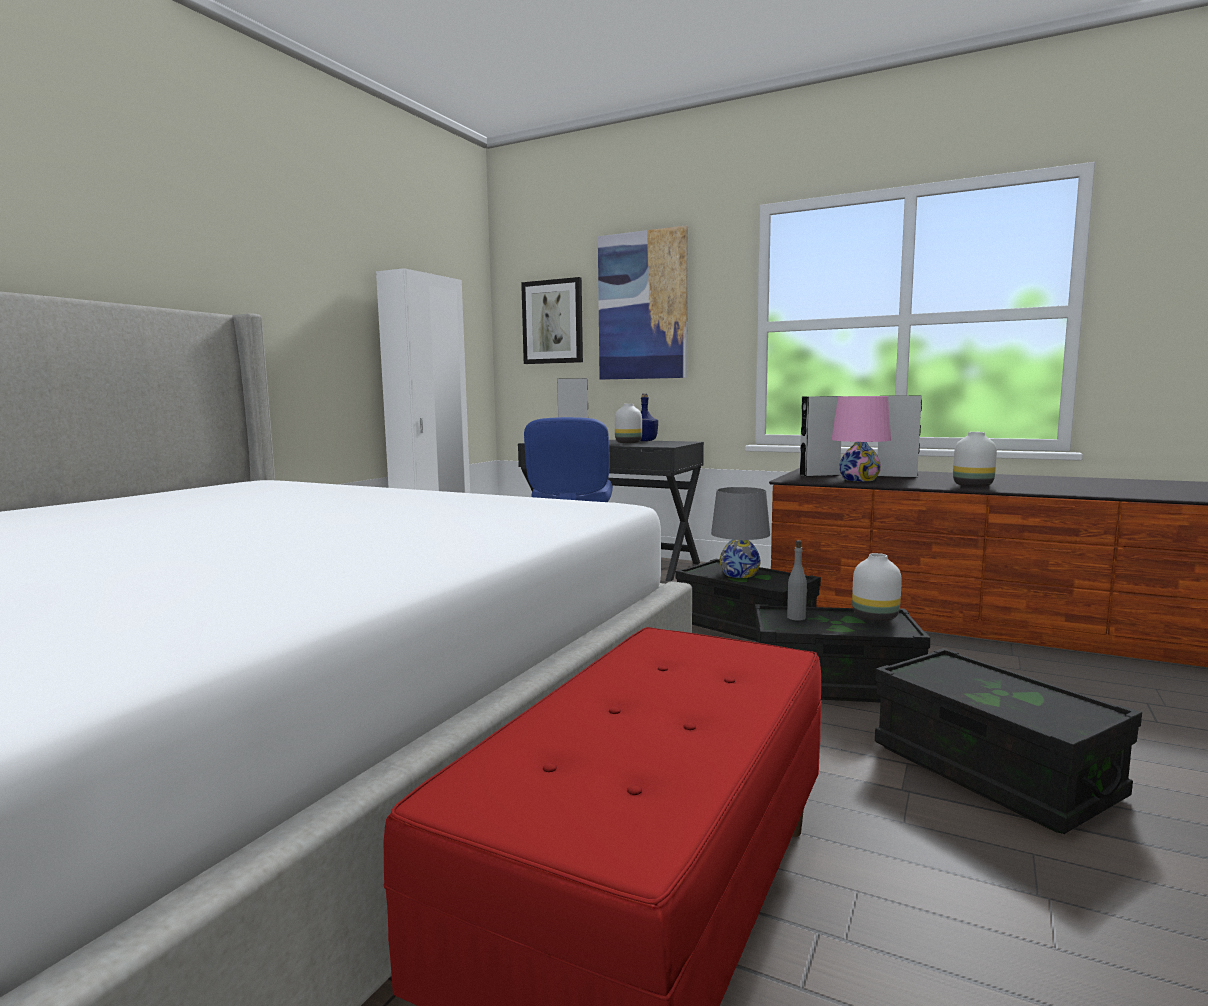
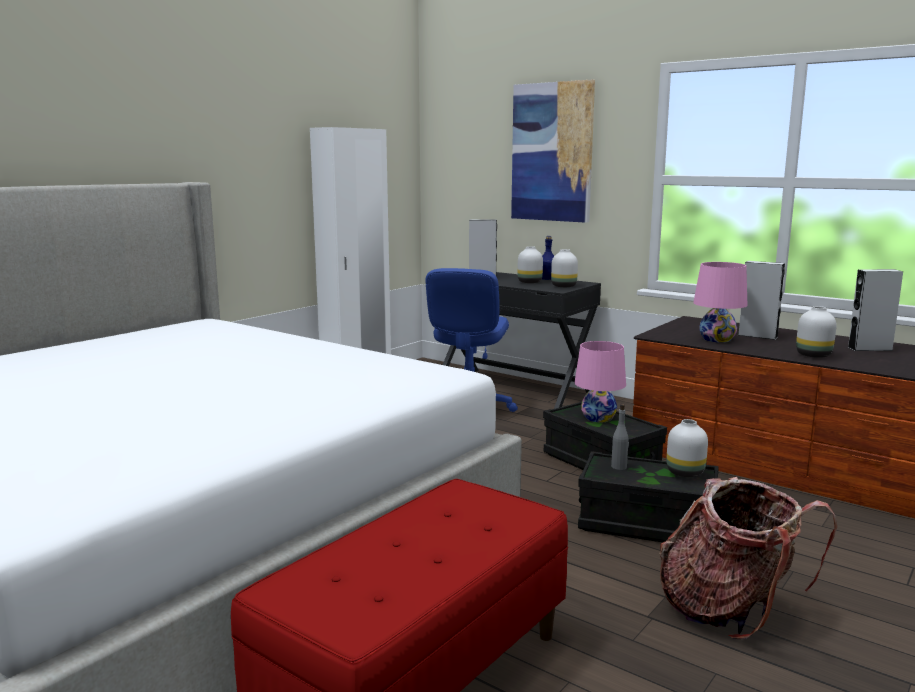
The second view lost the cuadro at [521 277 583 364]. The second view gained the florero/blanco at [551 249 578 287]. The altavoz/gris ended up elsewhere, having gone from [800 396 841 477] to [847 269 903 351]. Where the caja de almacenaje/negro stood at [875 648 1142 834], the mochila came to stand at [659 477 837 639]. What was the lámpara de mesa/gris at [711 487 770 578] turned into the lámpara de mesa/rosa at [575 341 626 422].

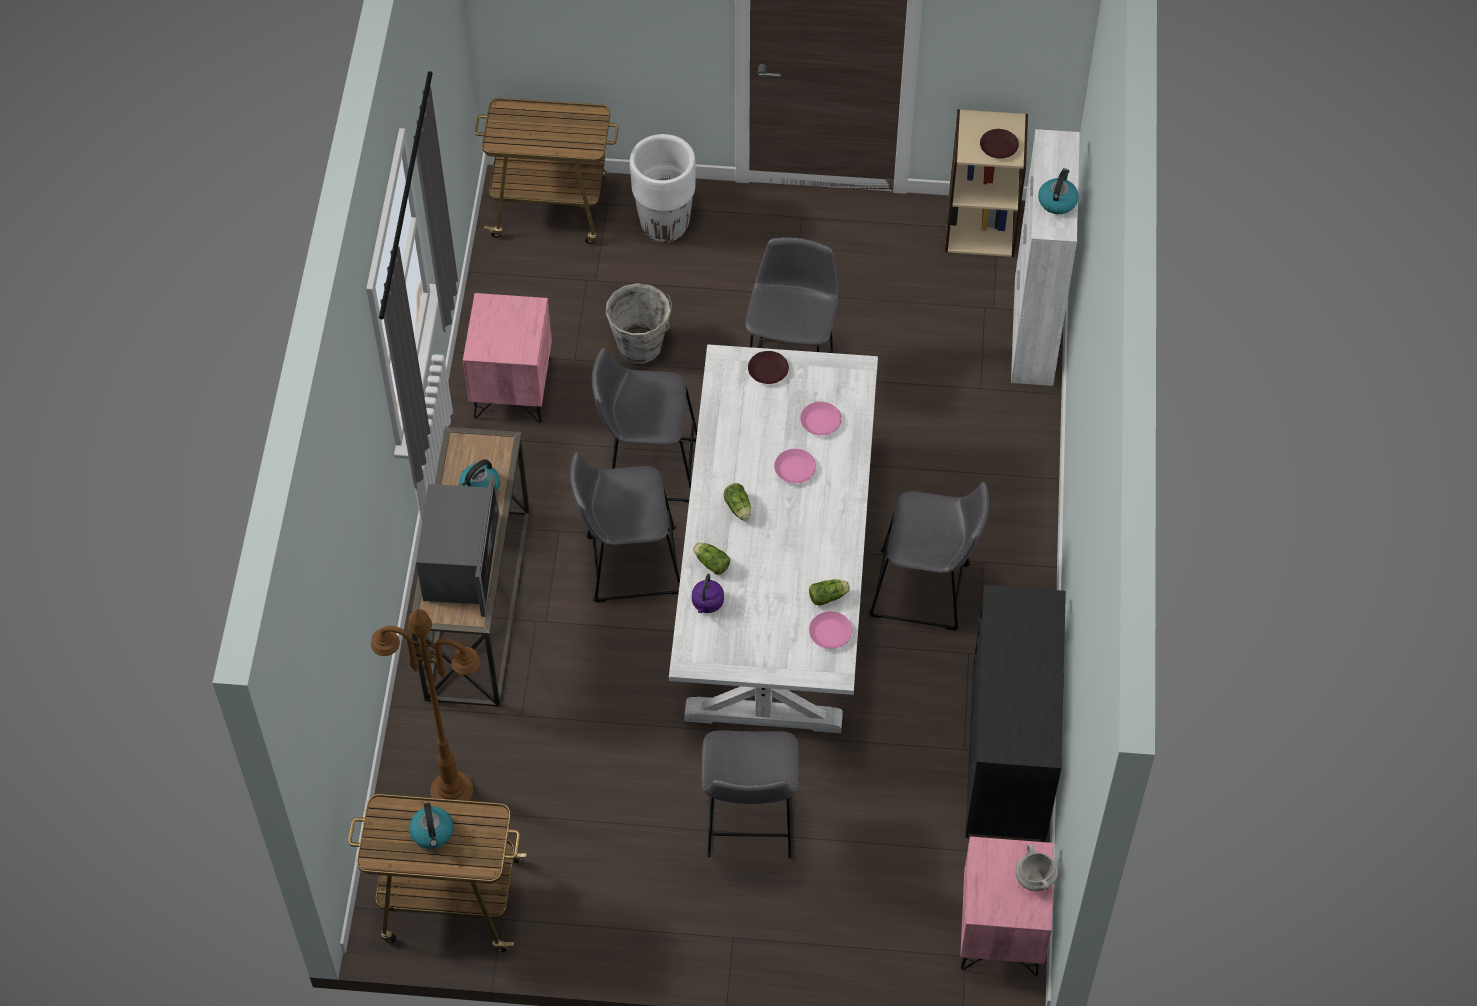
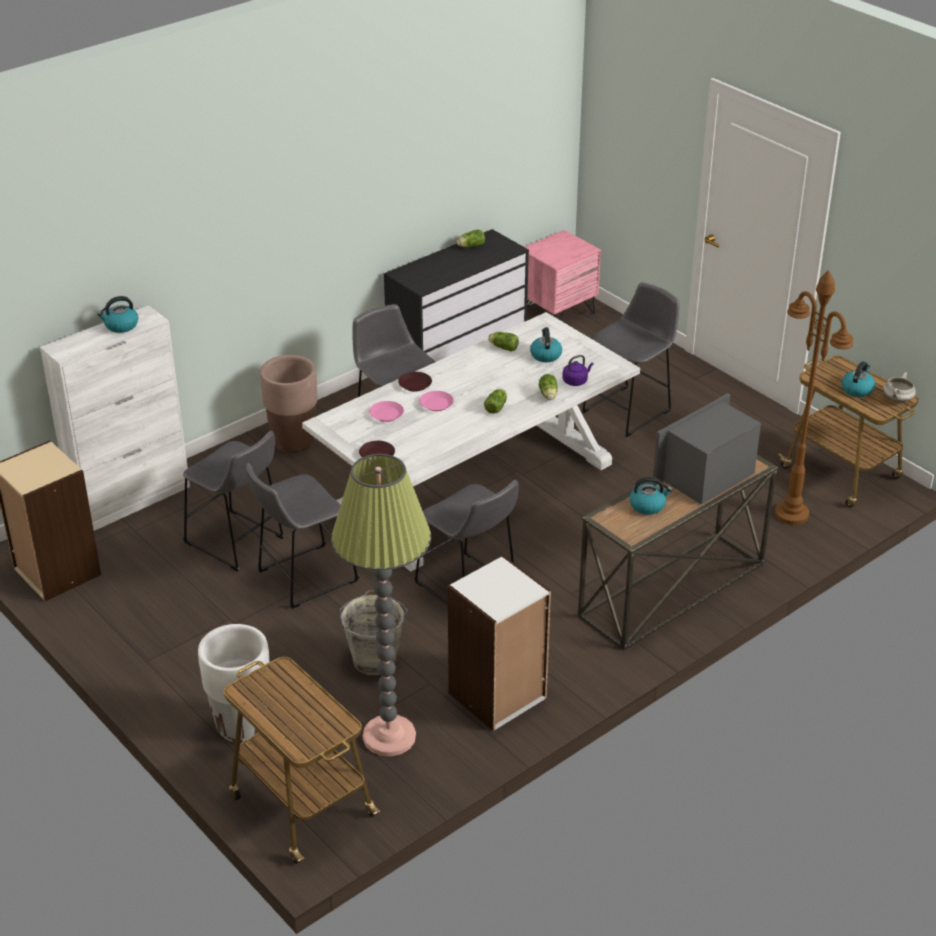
The second view lost the plato/rosa at [809 611 853 649]. The second view gained the maceta/marrón at [260 355 317 453]. The second view gained the lámpara de pie at [331 454 431 756]. The second view gained the lechuga at [457 230 485 247]. The second view gained the hervidor at [530 327 562 362]. The taburete/gris ended up elsewhere, having gone from [570 452 680 603] to [183 431 284 571]. The plato/marrón ended up elsewhere, having gone from [980 129 1019 159] to [398 372 432 392]. The olla/blanco ended up elsewhere, having gone from [1015 844 1058 891] to [883 372 916 403]. Where the mesita de noche/rosa stood at [463 293 552 423], the estantería/blanco came to stand at [448 555 551 731].

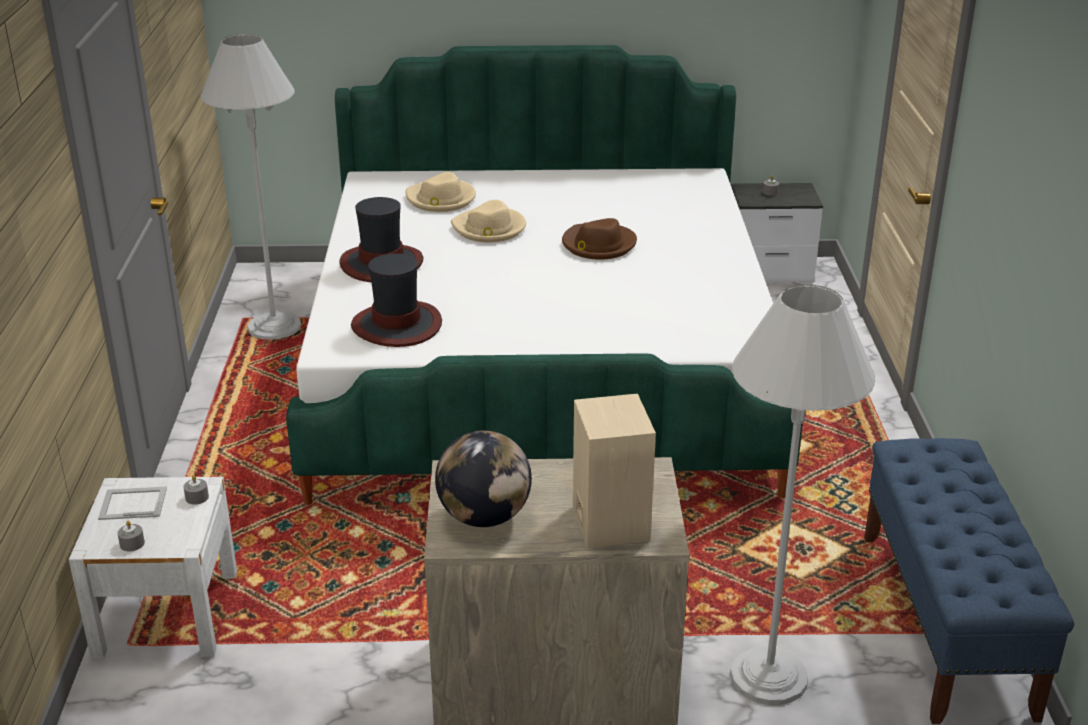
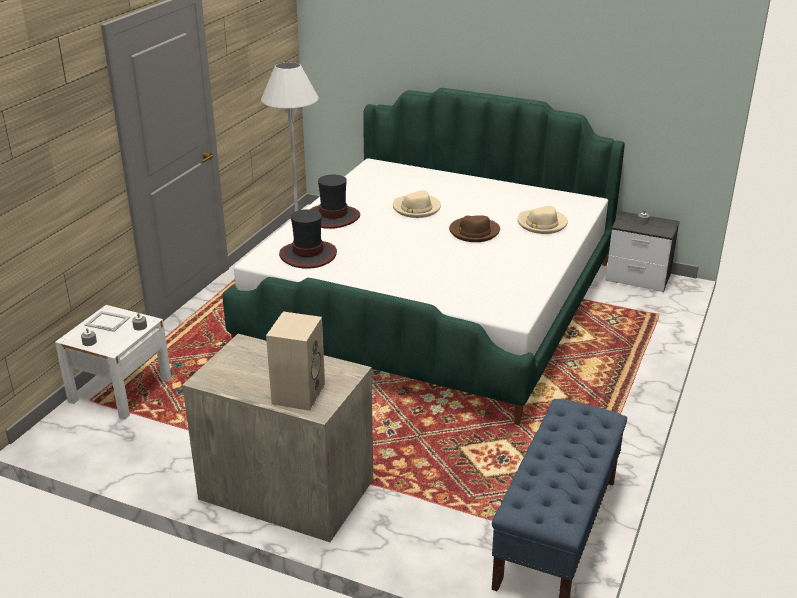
The second view lost the globo terráqueo at [435 430 532 527]. The second view lost the lámpara de pie/blanco at [730 284 875 705]. The sombrero/beis ended up elsewhere, having gone from [406 172 476 212] to [518 206 568 234].

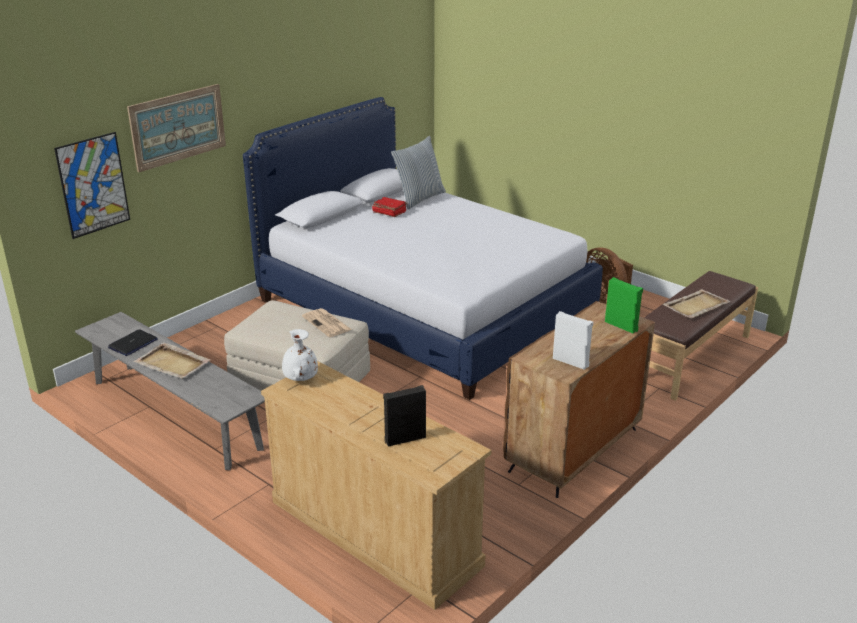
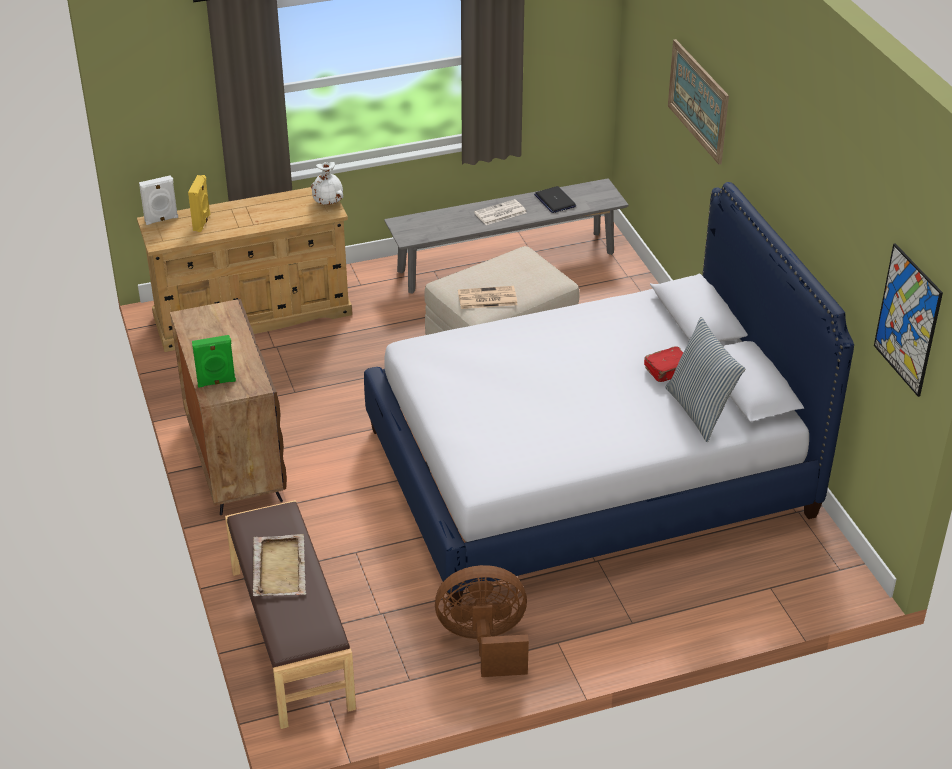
The cuadro ended up elsewhere, having gone from [54 132 130 239] to [874 243 943 397]. The altavoz/blanco ended up elsewhere, having gone from [553 311 593 370] to [139 175 178 225]. Where the bandeja/beis stood at [134 342 211 379], the periódico came to stand at [474 199 527 225]. What was the altavoz/negro at [383 385 426 447] turned into the altavoz/amarillo at [188 175 211 232].

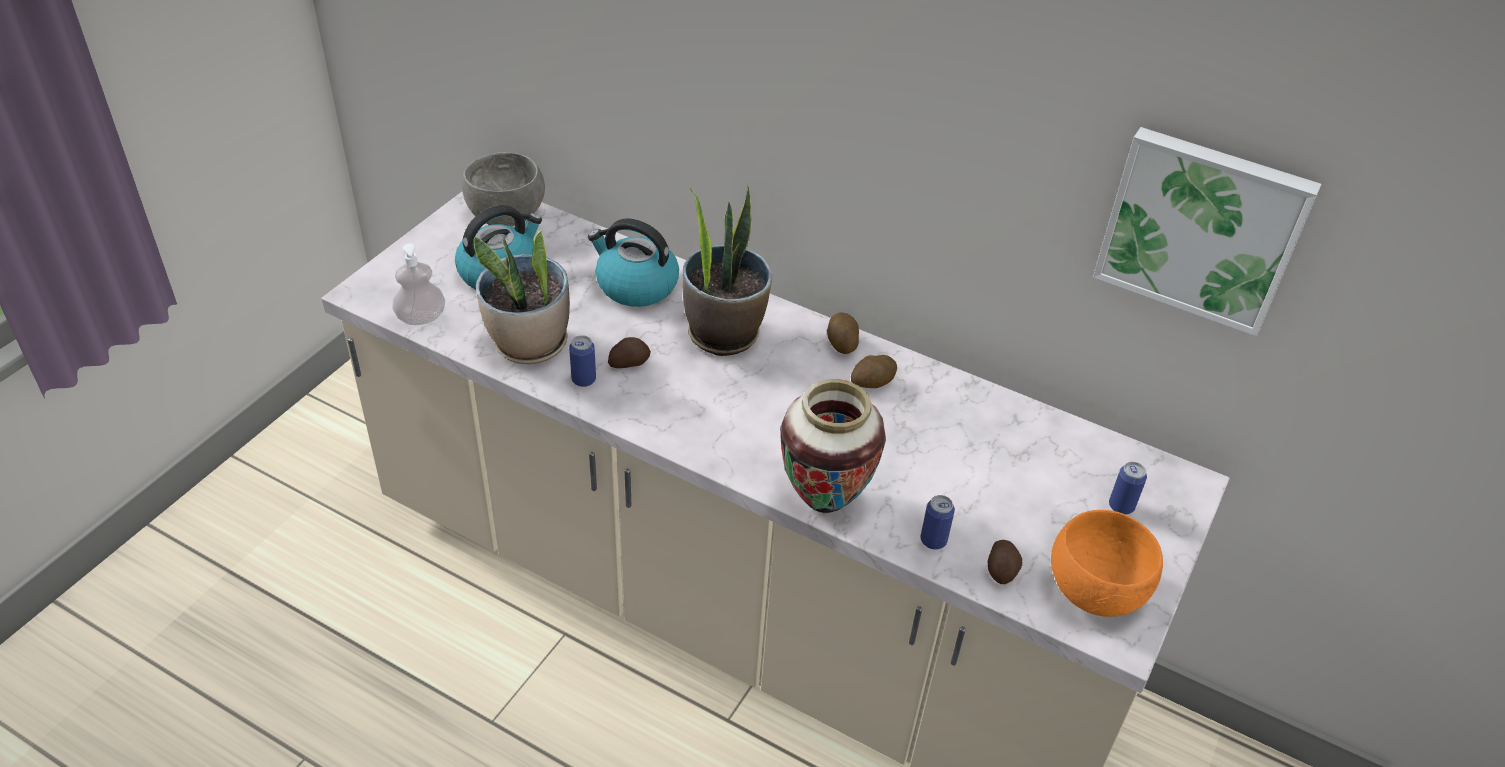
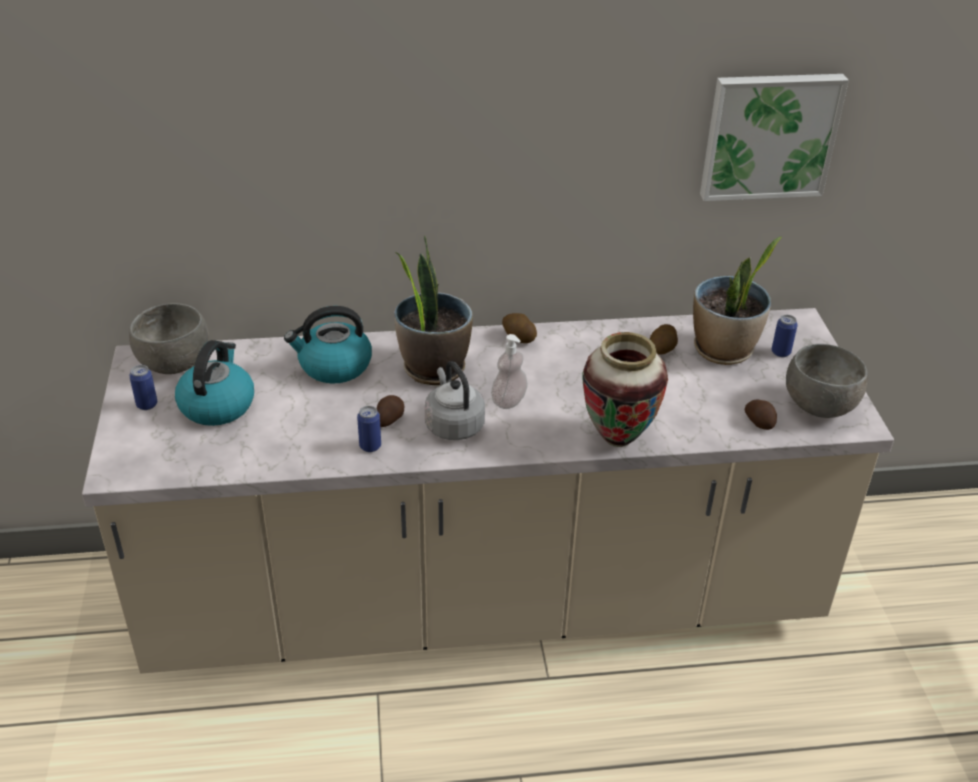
The second view gained the hervidor/gris at [425 361 485 440]. The dispensador de jabón ended up elsewhere, having gone from [392 244 445 325] to [491 334 528 409]. The planta en maceta ended up elsewhere, having gone from [474 230 570 364] to [693 237 782 365]. The patata ended up elsewhere, having gone from [851 355 897 388] to [650 324 678 355]. The lata ended up elsewhere, having gone from [920 495 955 550] to [129 365 157 410]. What was the cuenco/naranja at [1051 510 1163 617] turned into the cuenco/gris at [786 344 868 418].

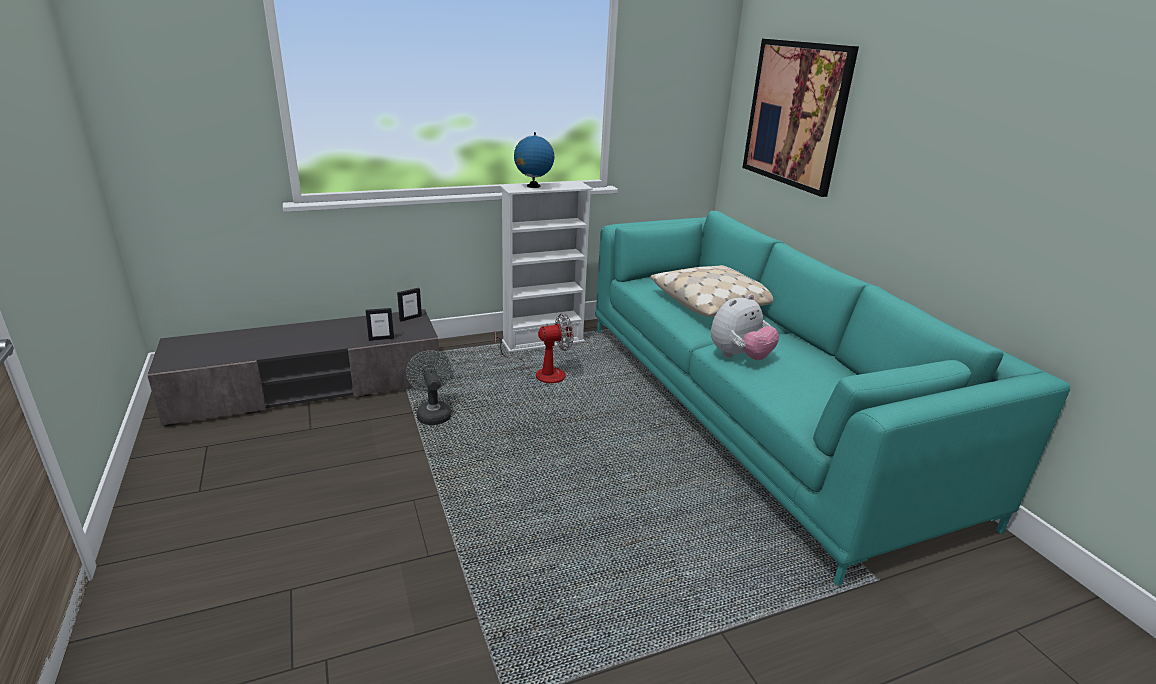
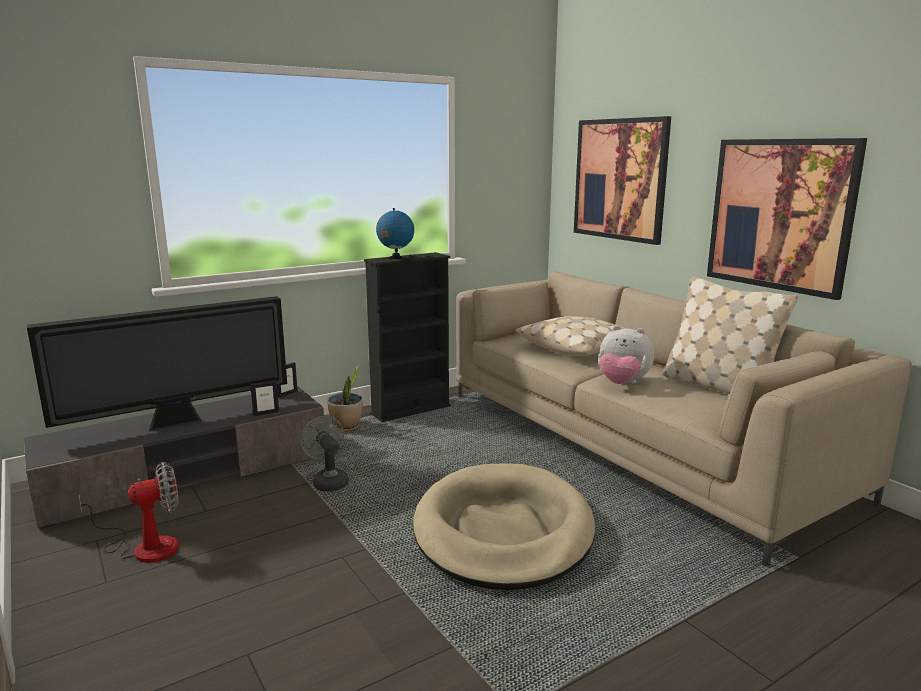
The second view gained the televisor at [27 296 287 431]. The second view gained the planta en maceta at [327 365 362 431]. The second view gained the cama para perro/beis at [413 463 595 590]. The second view gained the cojín/beis at [662 276 798 394]. The second view gained the cuadro at [707 138 867 300]. The ventilador ended up elsewhere, having gone from [494 313 574 383] to [79 462 179 563]. What was the estantería/blanco at [500 182 593 352] turned into the estantería/negro at [364 252 451 422]. What was the sofá/turquesa at [595 211 1070 586] turned into the sofá/beis at [456 271 912 567]. The peluche at [711 294 779 360] ended up facing another way, 75 degrees clockwise from before.

